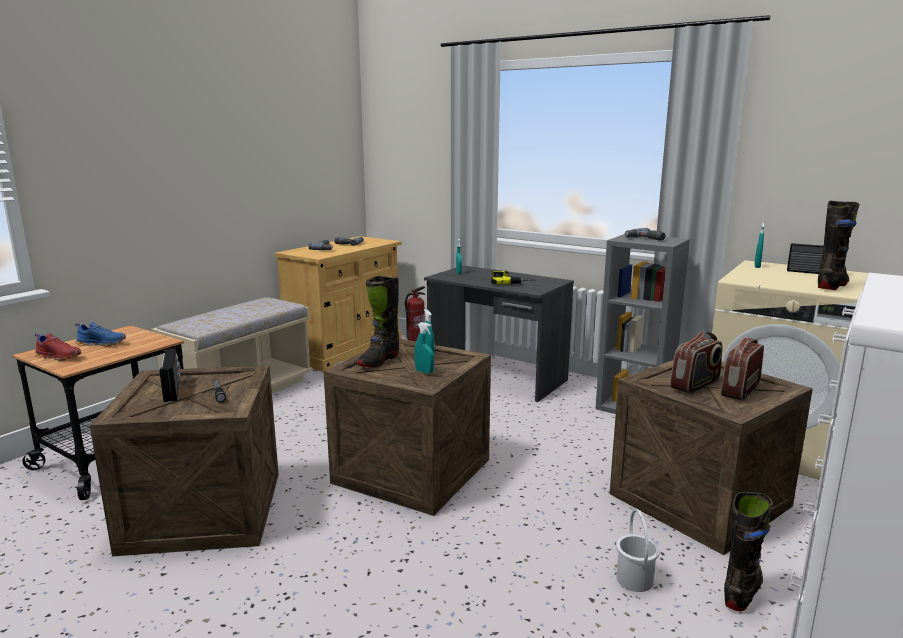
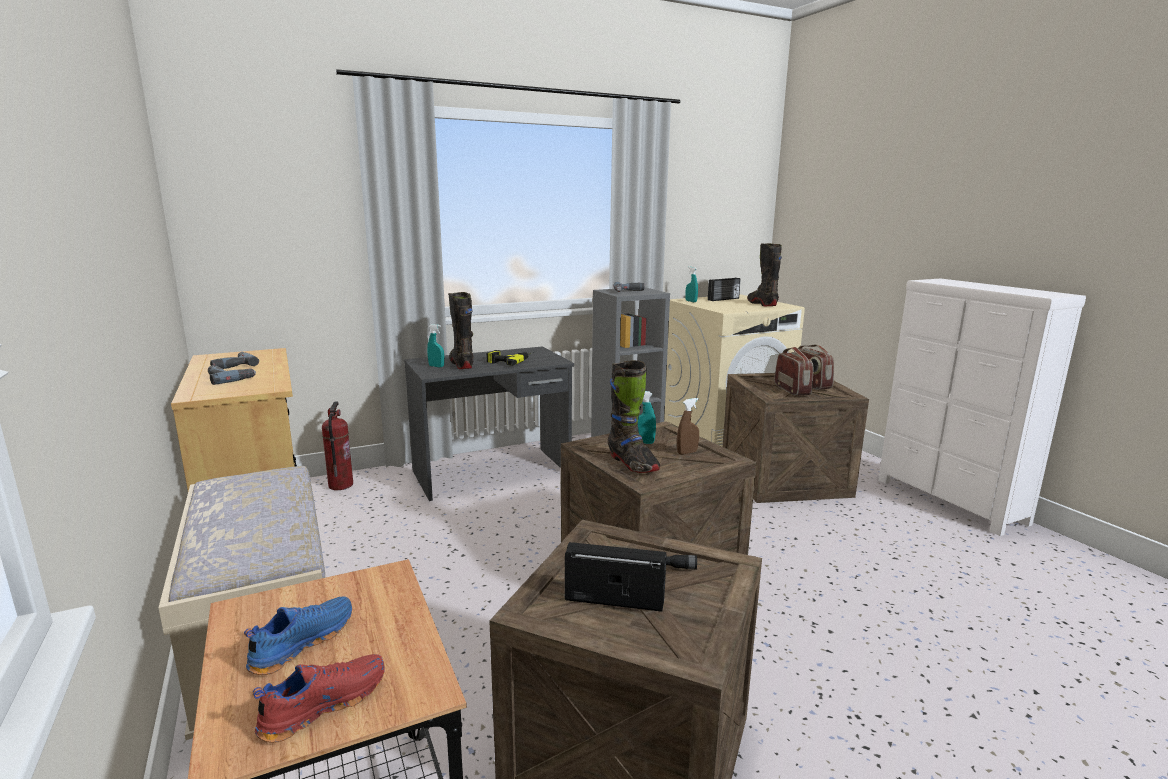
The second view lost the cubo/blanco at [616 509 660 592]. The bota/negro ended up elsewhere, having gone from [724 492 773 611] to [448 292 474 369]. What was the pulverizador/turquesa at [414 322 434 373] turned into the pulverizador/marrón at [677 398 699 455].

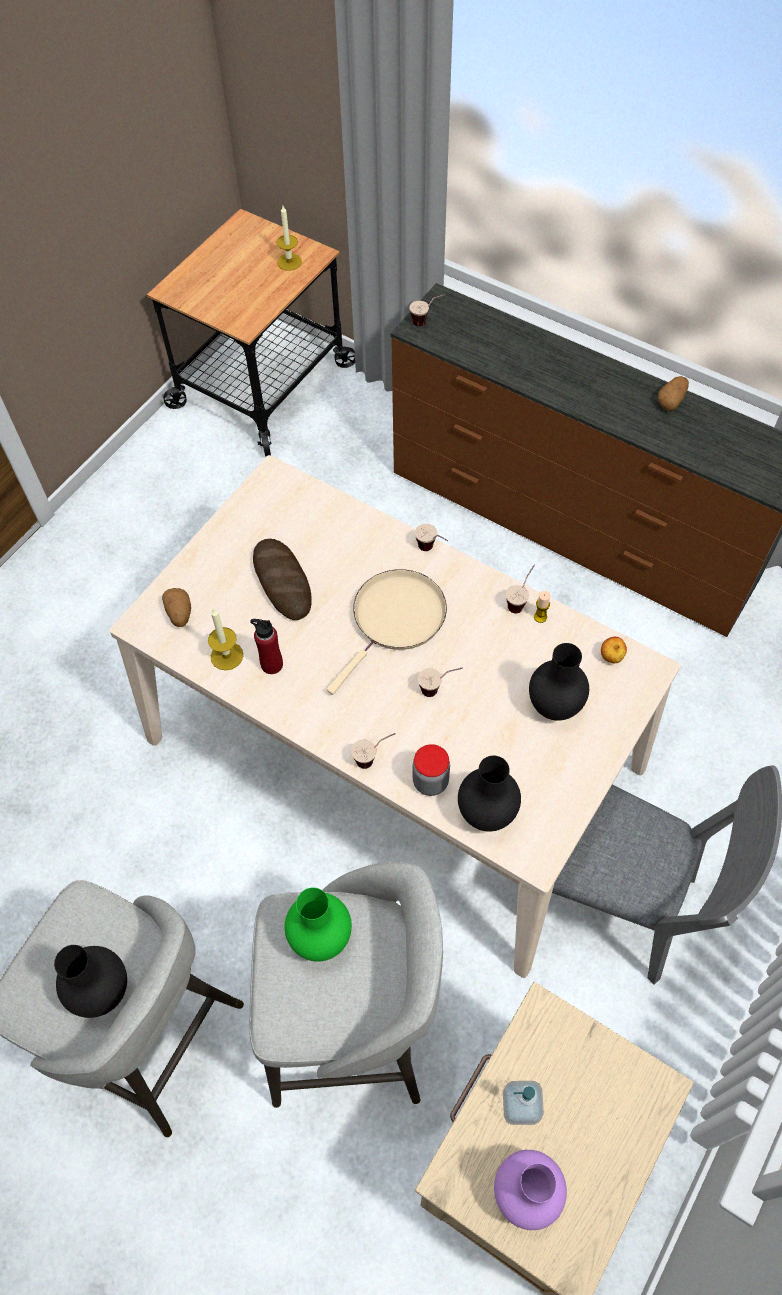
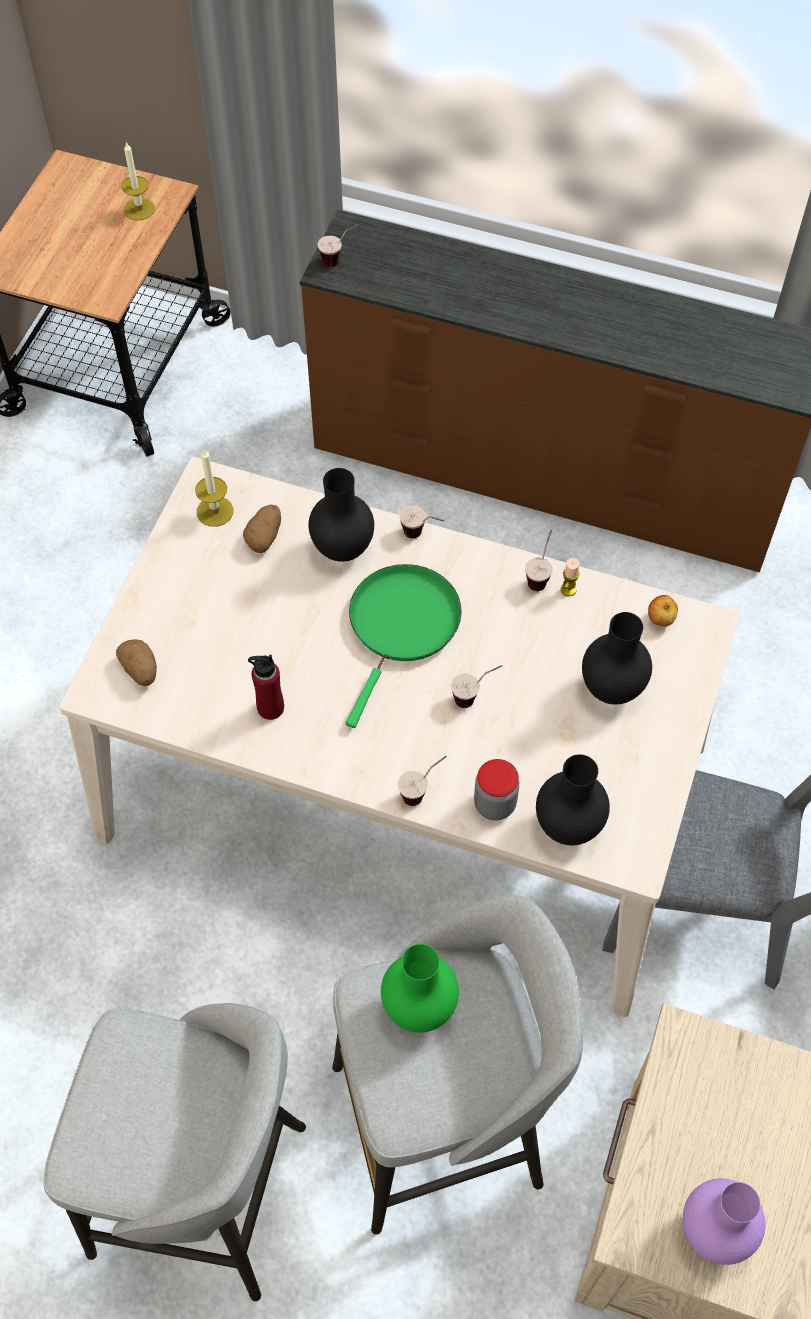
The second view lost the pan at [253 539 312 620]. The second view lost the dispensador de jabón at [503 1081 544 1125]. The florero/negro ended up elsewhere, having gone from [54 945 127 1018] to [308 468 374 562]. The vela ended up elsewhere, having gone from [208 608 243 670] to [195 449 234 527]. The patata ended up elsewhere, having gone from [658 376 689 411] to [243 505 281 553]. What was the sartén/beis at [326 569 447 695] turned into the sartén/verde at [346 564 462 728].

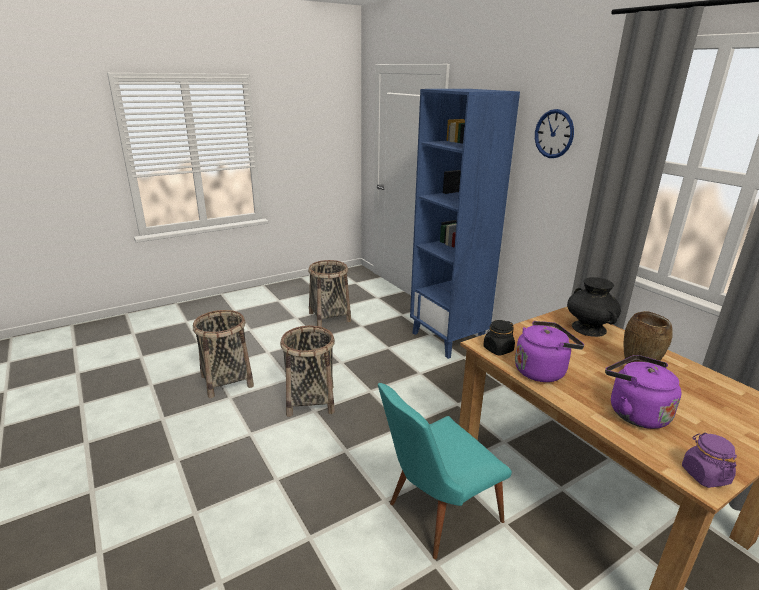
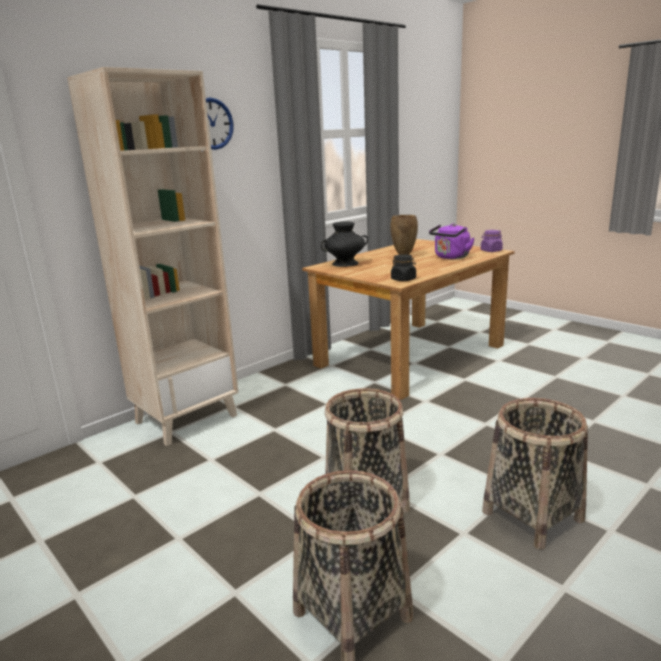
The second view lost the silla/turquesa at [378 383 512 559]. The second view lost the hervidor/morado at [515 321 584 382]. The cesta ended up elsewhere, having gone from [308 260 351 327] to [482 398 588 550]. What was the estantería/azul at [410 89 520 359] turned into the estantería/beis at [67 67 239 446].

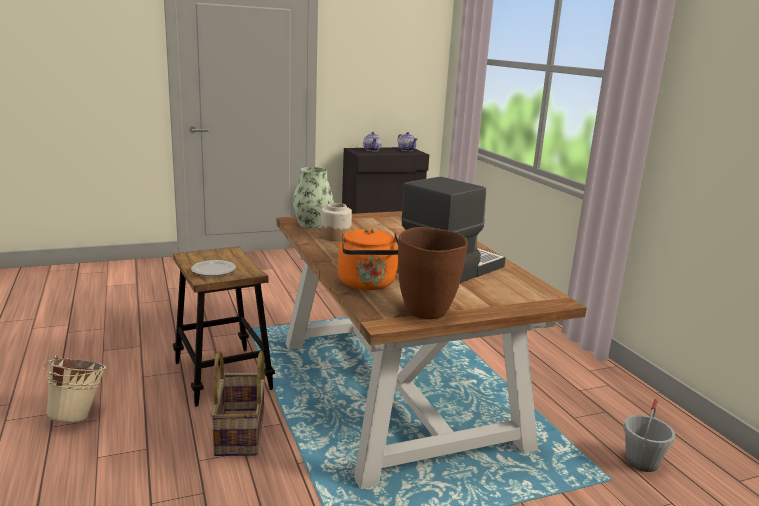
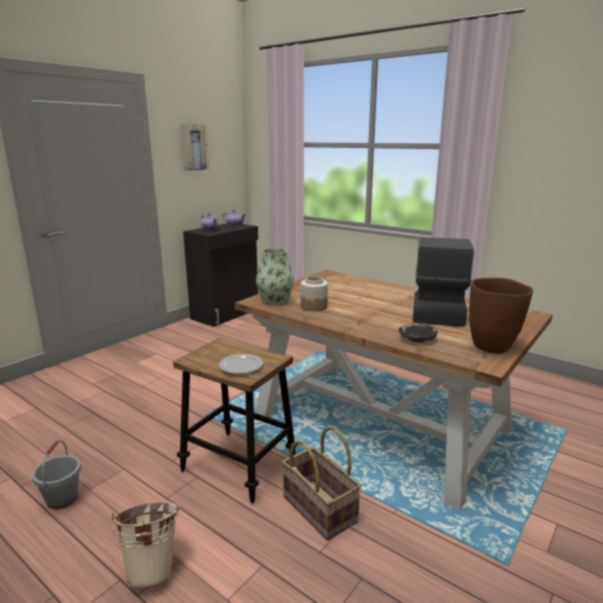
The second view gained the cuadro at [181 125 209 171]. The cubo/gris ended up elsewhere, having gone from [623 399 675 472] to [32 440 81 509]. Where the hervidor/naranja stood at [338 228 399 290], the plato/negro came to stand at [399 324 438 342].

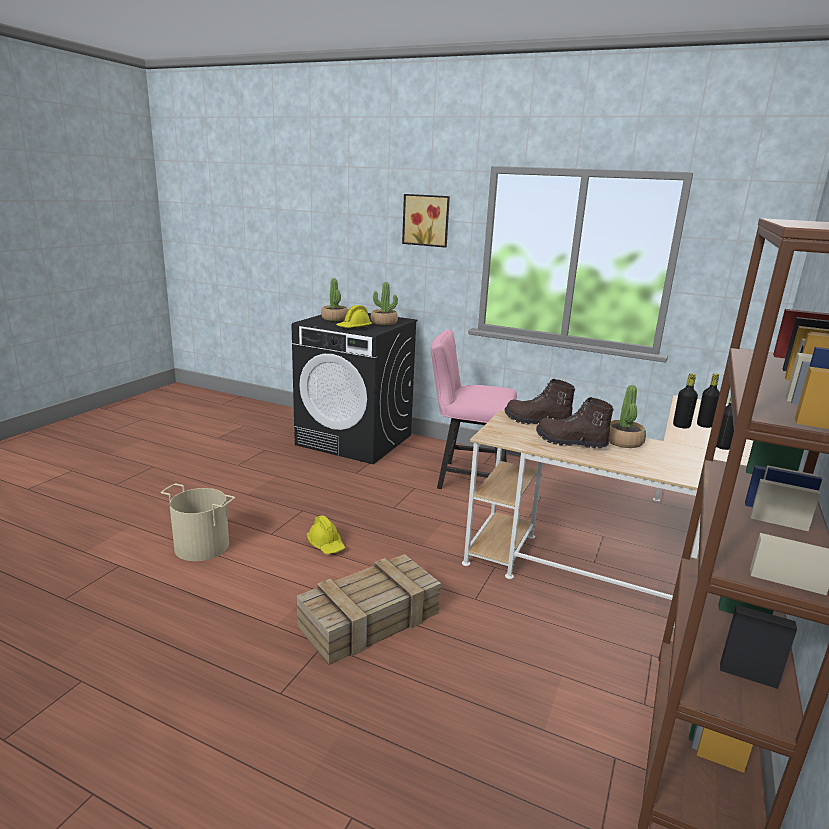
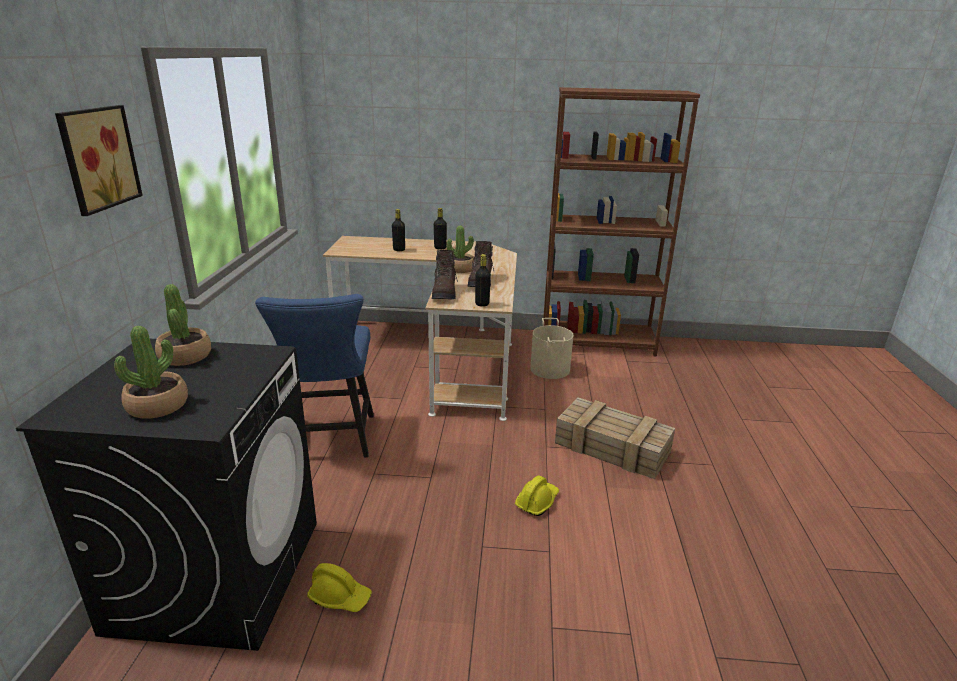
The cubo/beis ended up elsewhere, having gone from [161 484 235 561] to [530 318 573 379]. The casco/amarillo ended up elsewhere, having gone from [336 305 372 328] to [307 563 372 612]. The botella/negro ended up elsewhere, having gone from [673 373 698 428] to [475 254 491 307]. What was the silla/rosa at [431 330 517 489] turned into the silla/azul at [255 294 374 458].

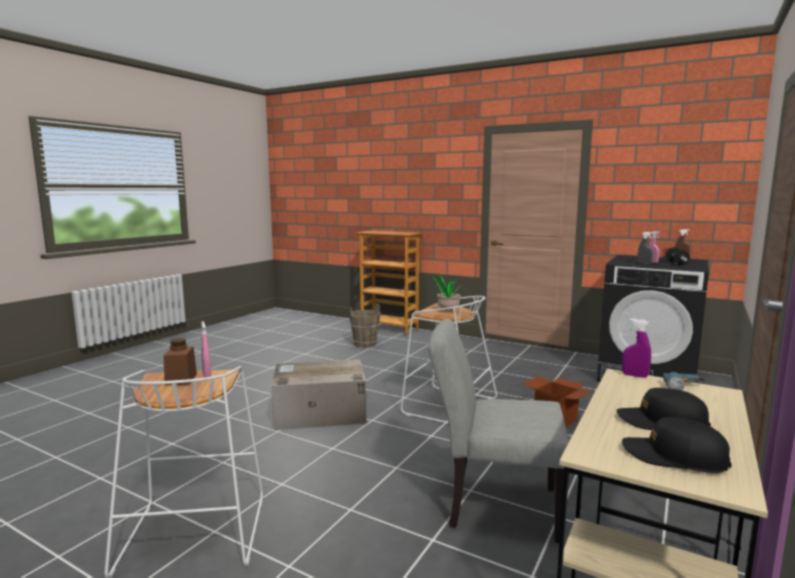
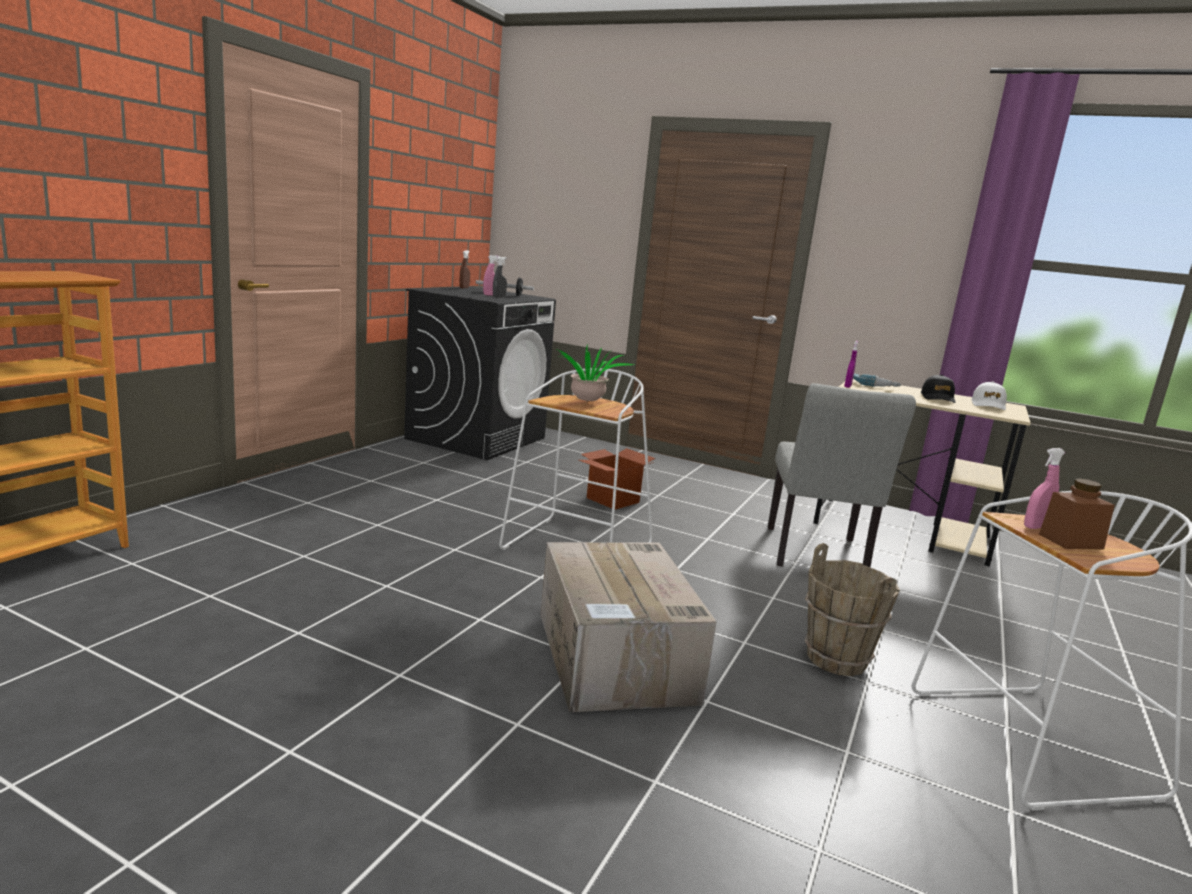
The cubo/marrón ended up elsewhere, having gone from [349 304 381 348] to [805 543 900 676]. What was the gorra/negro at [622 417 732 473] turned into the gorra/blanco at [971 382 1007 410].

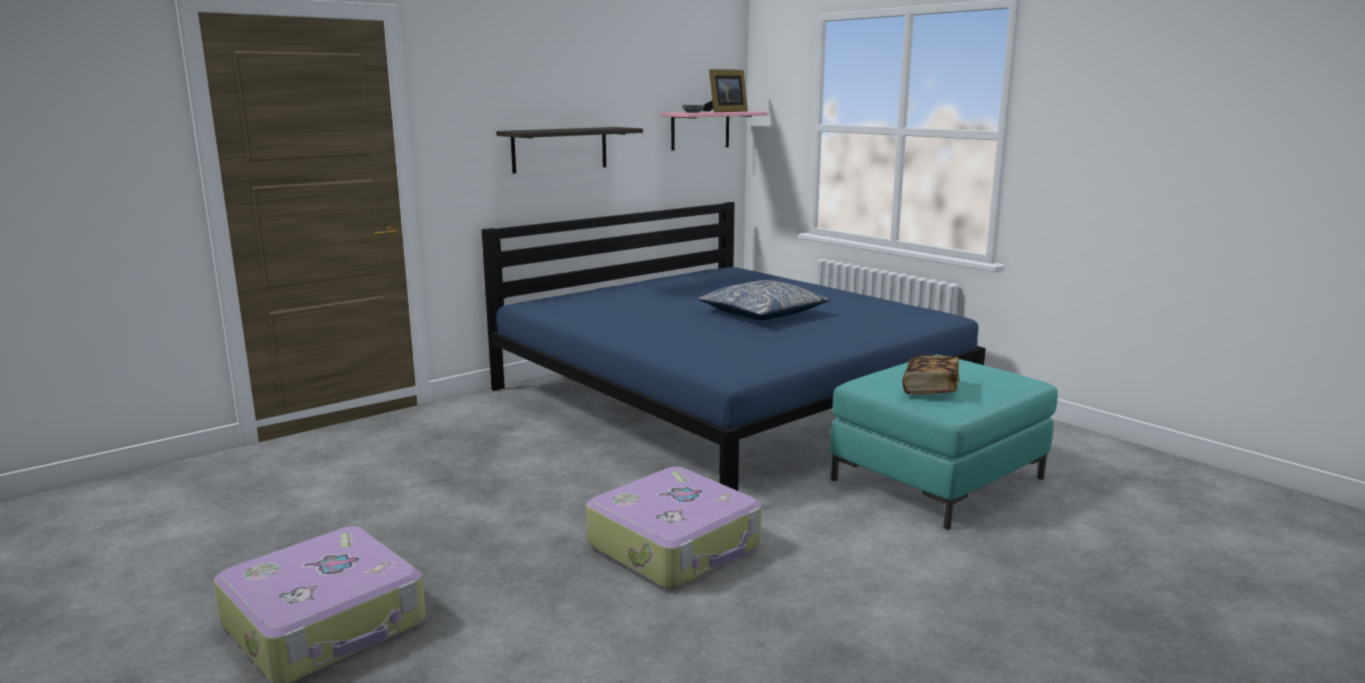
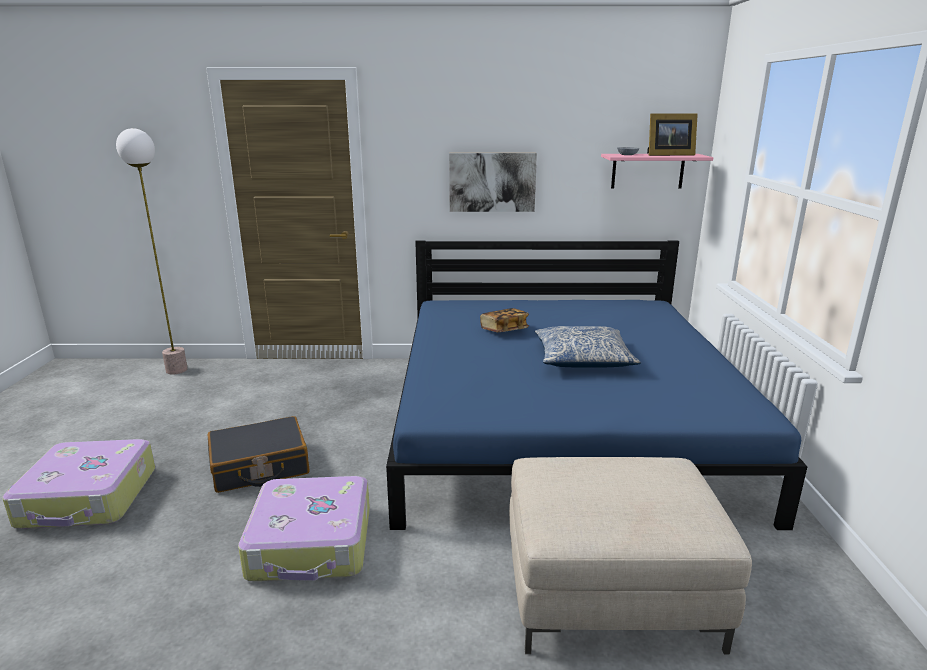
The second view gained the lámpara de pie at [116 128 188 375]. The second view gained the maleta/negro at [208 416 310 493]. The libro ended up elsewhere, having gone from [902 356 960 394] to [480 308 529 332]. Where the estante hung at [496 127 643 174], the cuadro came to hang at [449 153 537 212]. What was the puf/turquesa at [830 355 1058 530] turned into the puf/beis at [509 457 752 654].

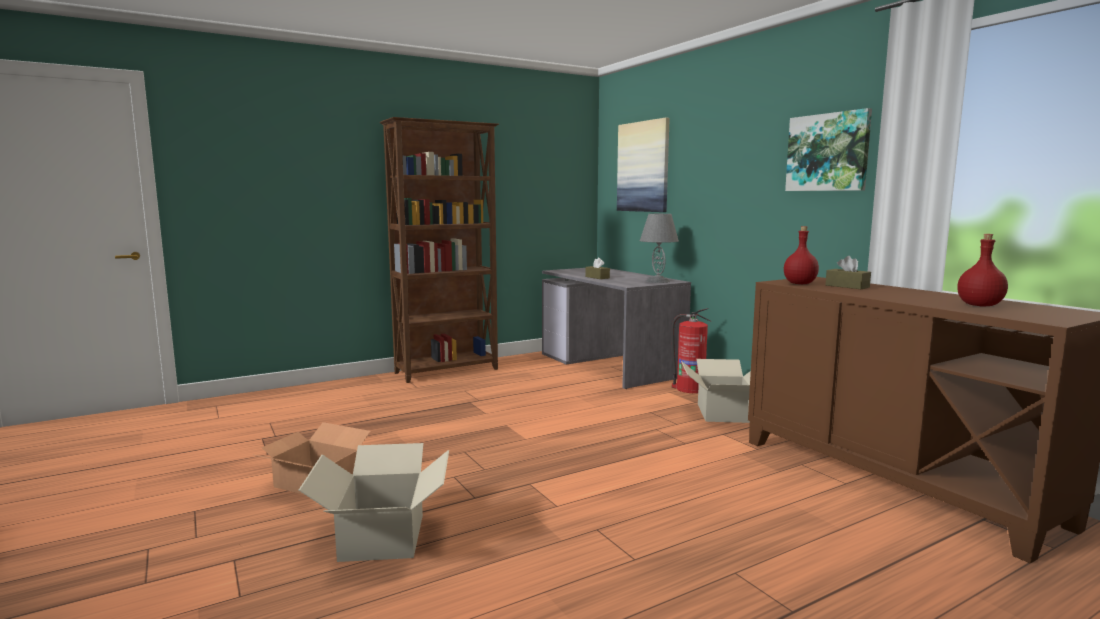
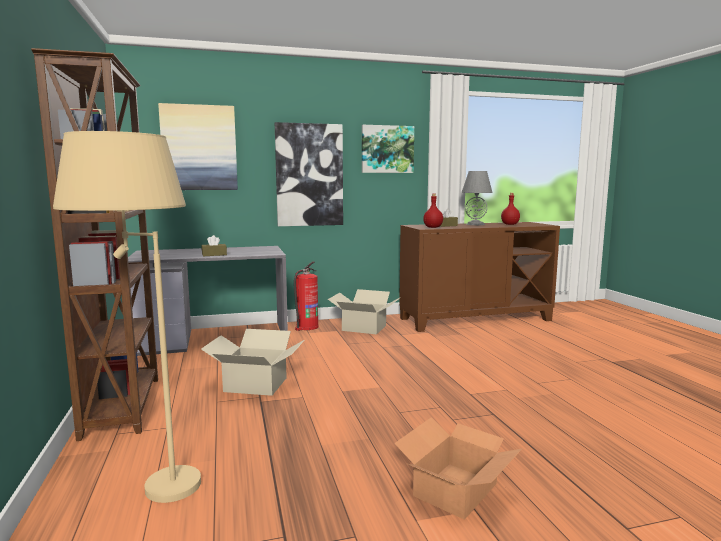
The second view gained the lámpara de pie/beis at [53 131 201 503]. The second view gained the cuadro at [275 122 343 226]. The caja de cartón ended up elsewhere, having gone from [299 443 449 562] to [201 329 304 396]. The lámpara de mesa/gris ended up elsewhere, having gone from [640 214 679 283] to [461 171 493 225].

